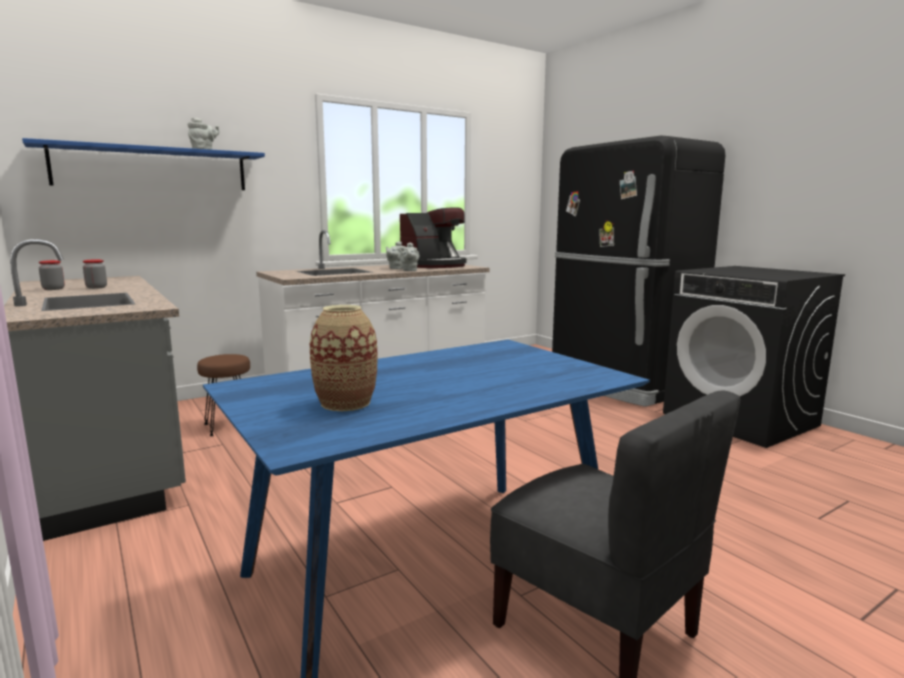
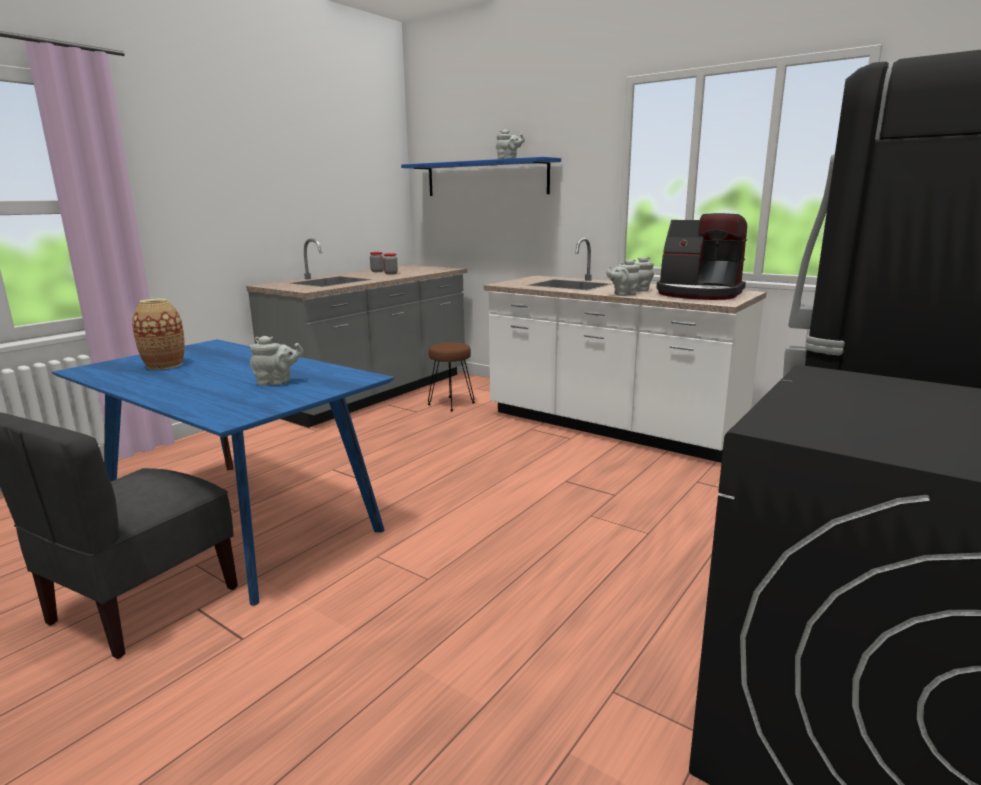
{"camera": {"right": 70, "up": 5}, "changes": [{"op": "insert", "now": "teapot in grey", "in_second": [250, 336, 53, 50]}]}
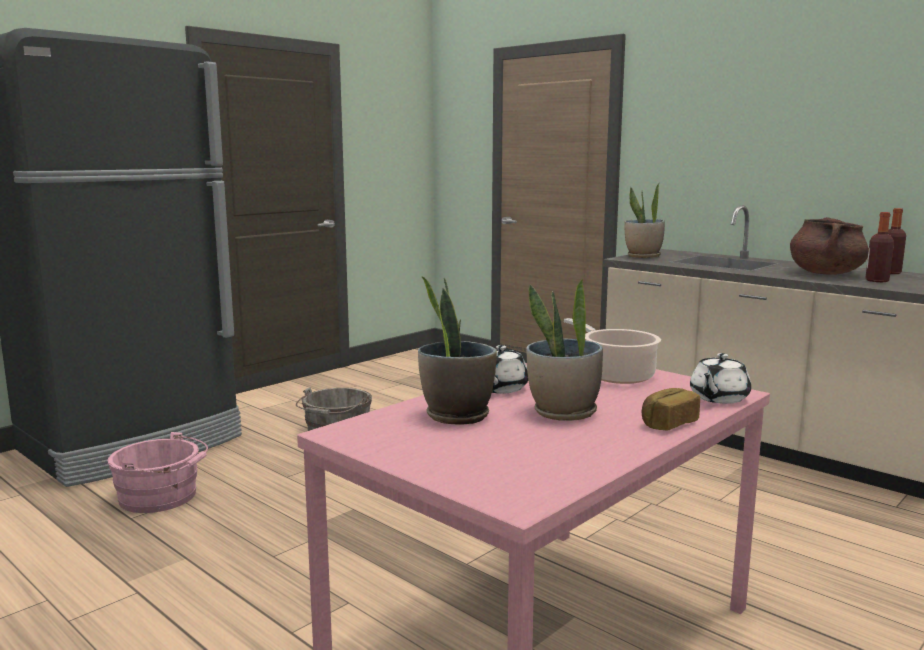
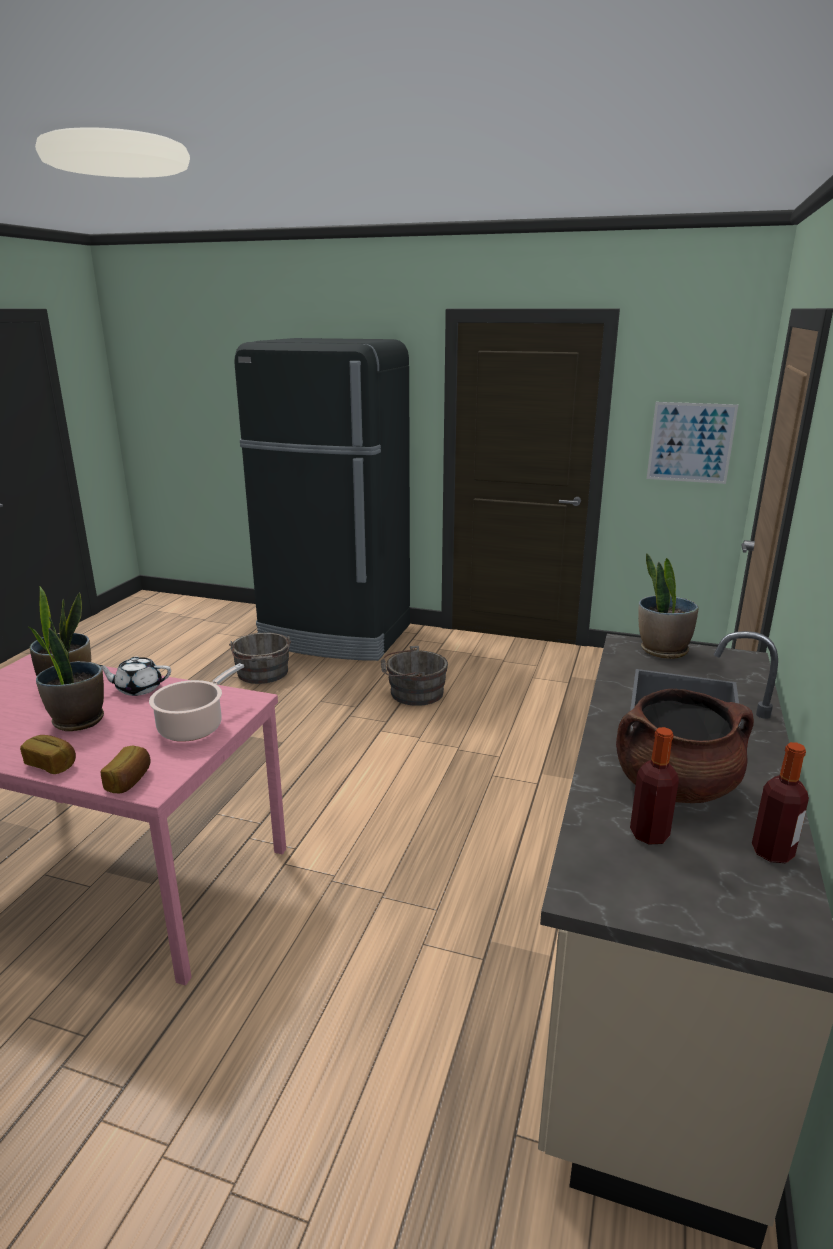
{"camera": {"right": 65, "up": 10}, "changes": [{"op": "recolor", "was": "bucket in pink", "now": "bucket in grey", "in_first": [108, 432, 100, 81], "in_second": [229, 633, 62, 51]}, {"op": "replace", "was": "teapot in white", "now": "bread", "in_first": [690, 353, 61, 51], "in_second": [100, 745, 50, 49]}, {"op": "insert", "now": "picture", "in_second": [647, 402, 91, 82]}]}
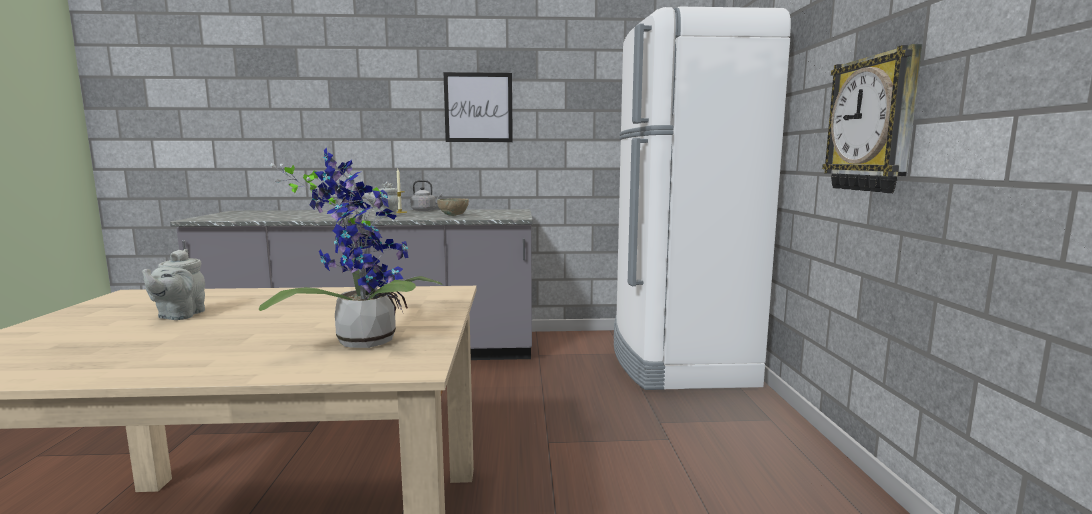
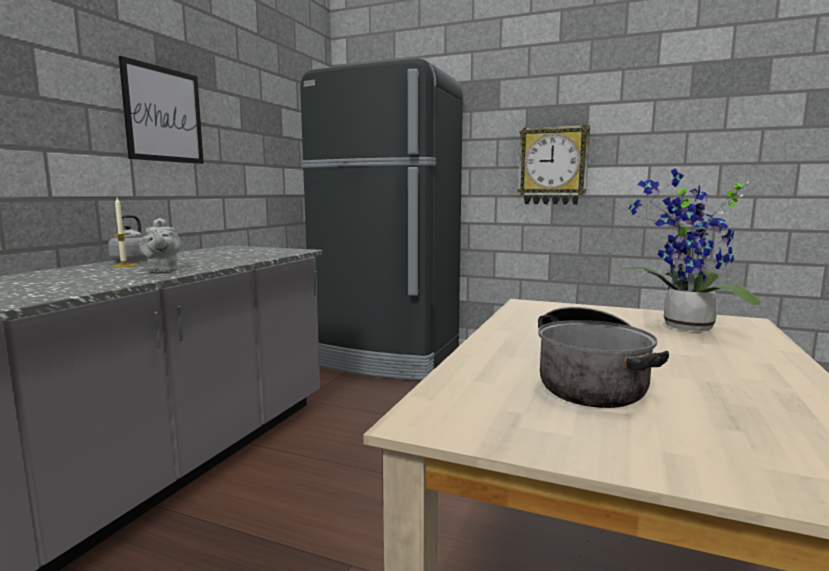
{"camera": {"right": -65, "up": 0}, "changes": [{"op": "replace", "was": "teapot in grey", "now": "cooking pot", "in_first": [142, 249, 63, 71], "in_second": [538, 307, 131, 101]}, {"op": "delete", "was": "bowl in beige", "in_first": [437, 198, 32, 18]}, {"op": "recolor", "was": "fridge in white", "now": "fridge in black", "in_first": [614, 7, 177, 383], "in_second": [300, 58, 163, 322]}]}
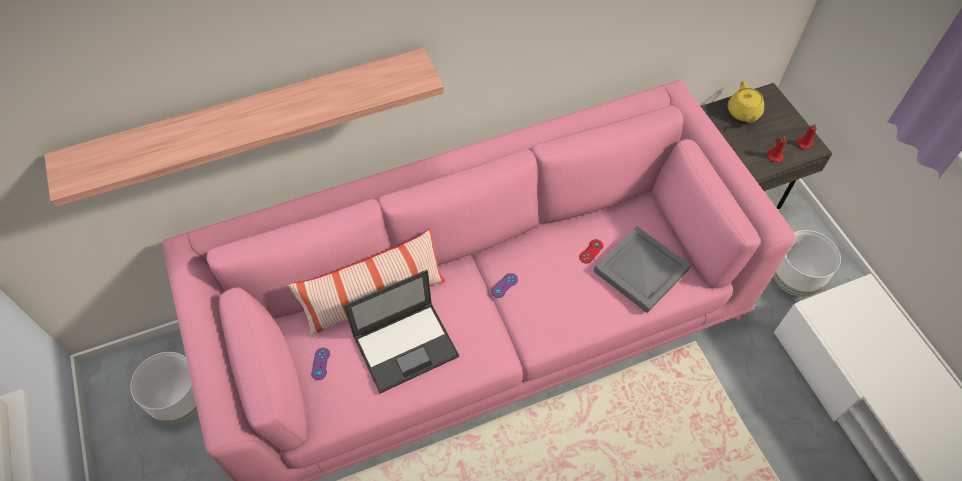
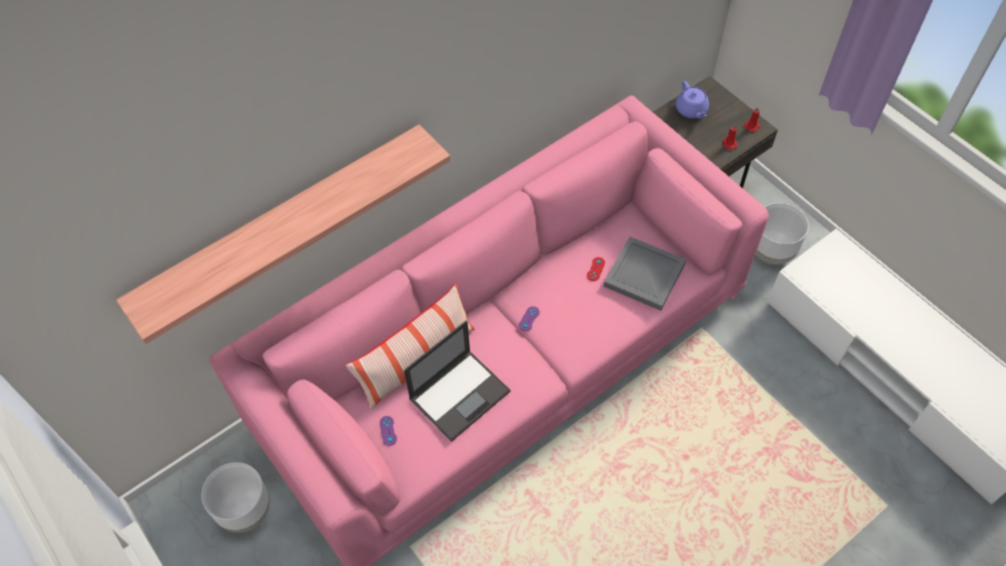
{"camera": {"right": -15, "up": 0}, "changes": [{"op": "recolor", "was": "teapot in yellow", "now": "teapot in purple", "in_first": [728, 81, 36, 42], "in_second": [676, 81, 33, 38]}]}
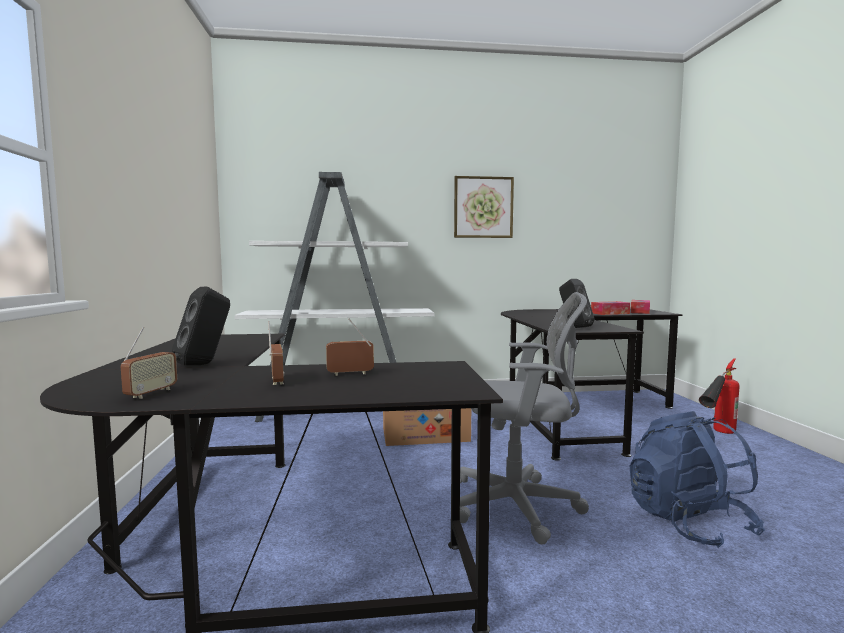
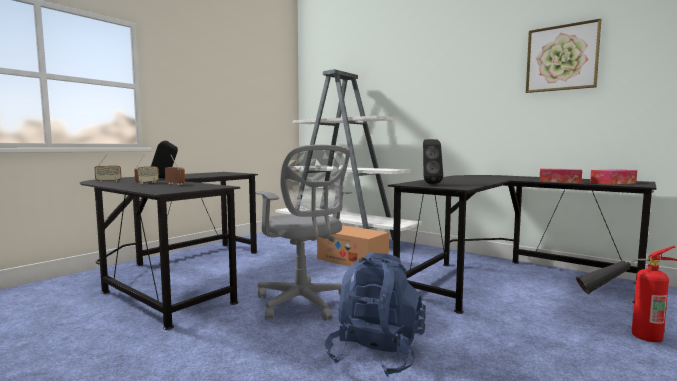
{"camera": {"right": 45, "up": 0}, "changes": [{"op": "move", "was": "picture", "in_first": [454, 176, 60, 62], "in_second": [526, 18, 76, 75]}]}
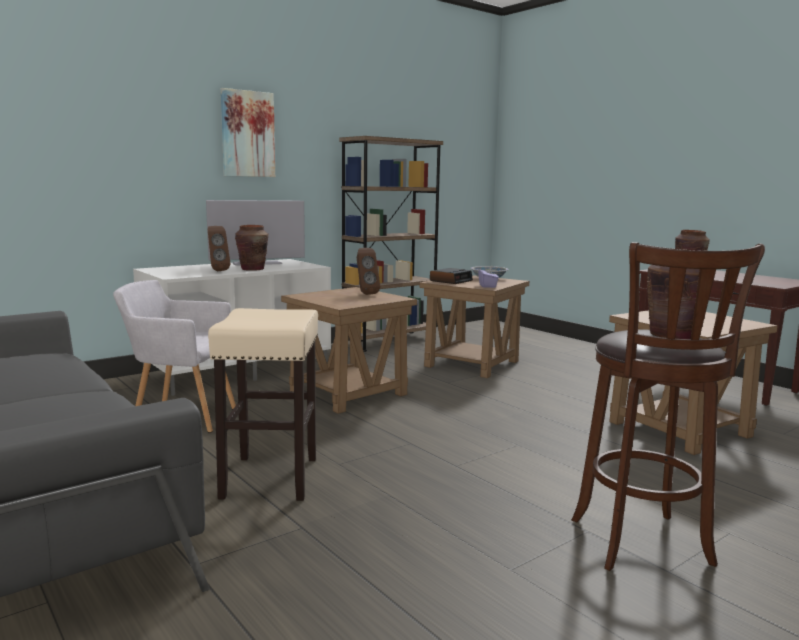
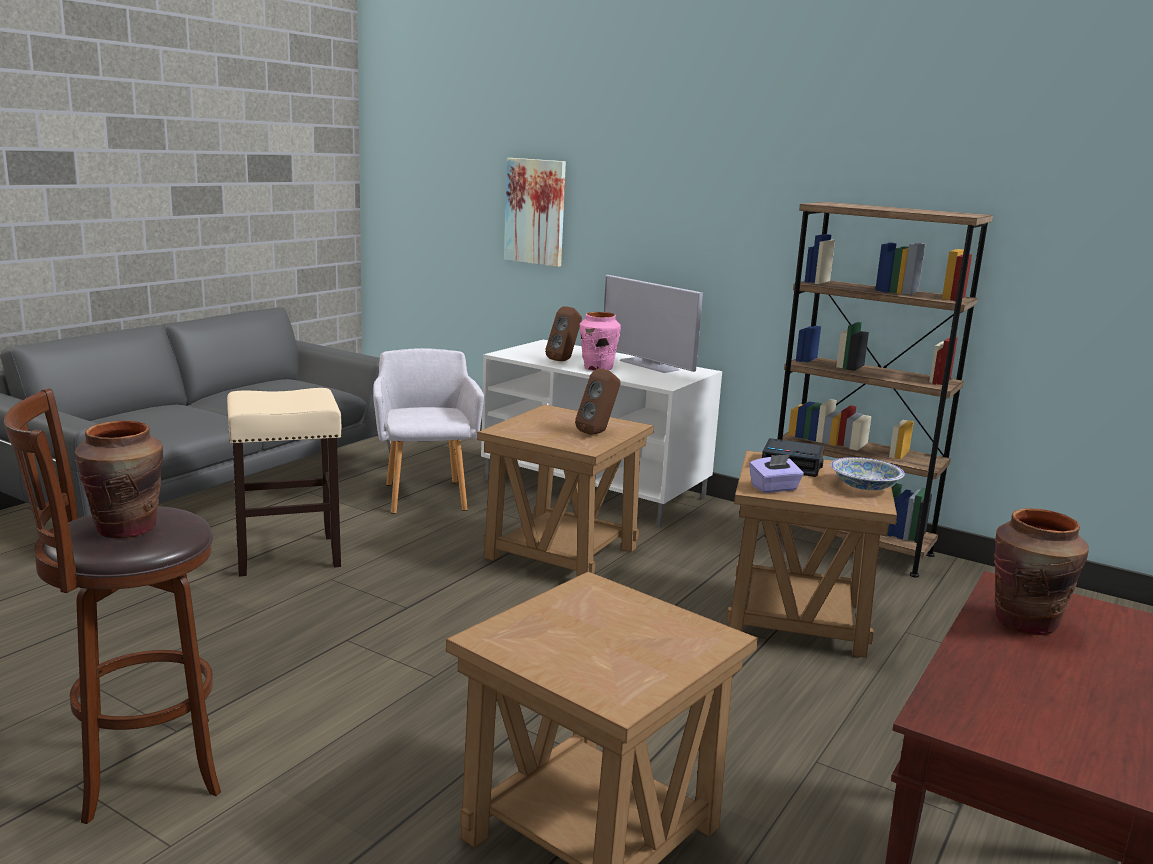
{"camera": {"right": 70, "up": 5}, "changes": [{"op": "move", "was": "picture", "in_first": [221, 88, 54, 89], "in_second": [504, 158, 62, 109]}, {"op": "recolor", "was": "vase in brown", "now": "vase in pink", "in_first": [235, 225, 33, 46], "in_second": [580, 312, 41, 59]}]}
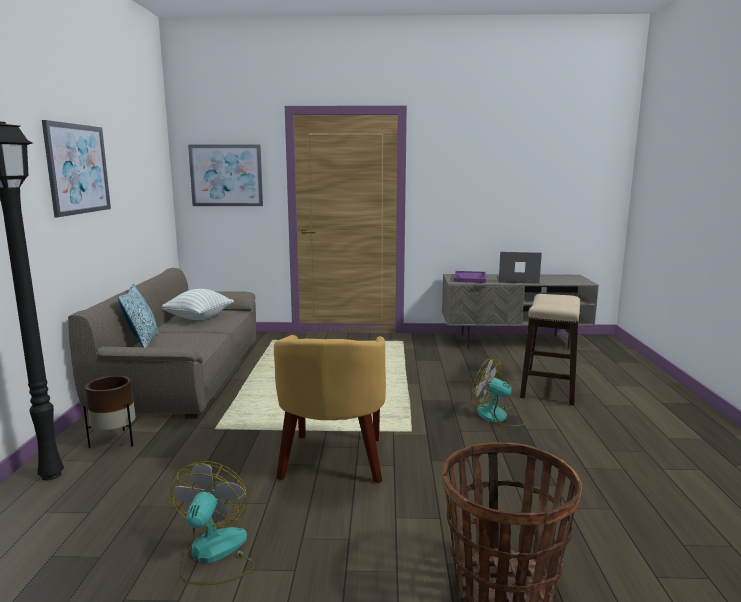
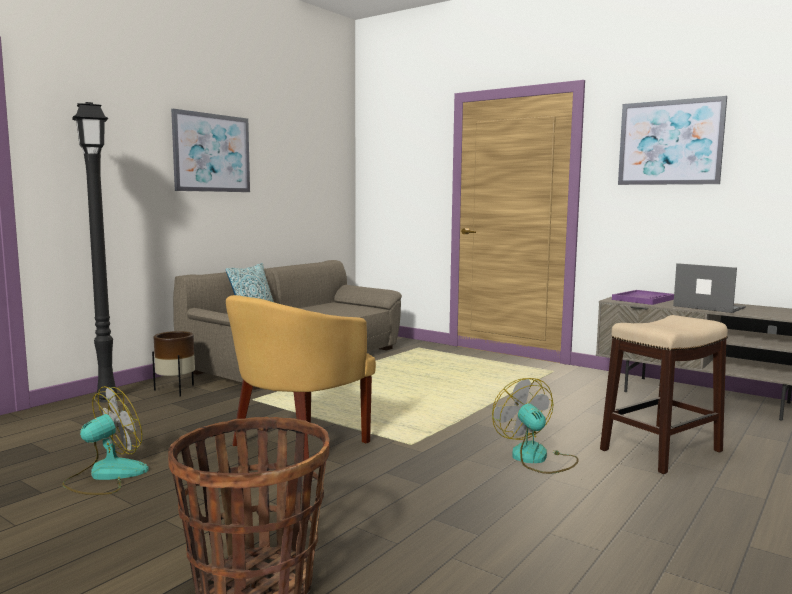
{"camera": {"right": 35, "up": -5}, "changes": [{"op": "delete", "was": "pillow", "in_first": [162, 289, 72, 31]}, {"op": "move", "was": "picture", "in_first": [188, 144, 75, 62], "in_second": [618, 96, 109, 89]}]}
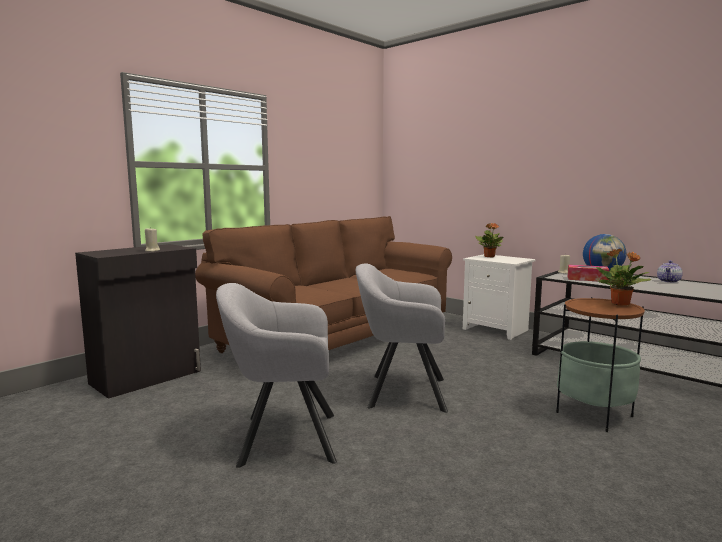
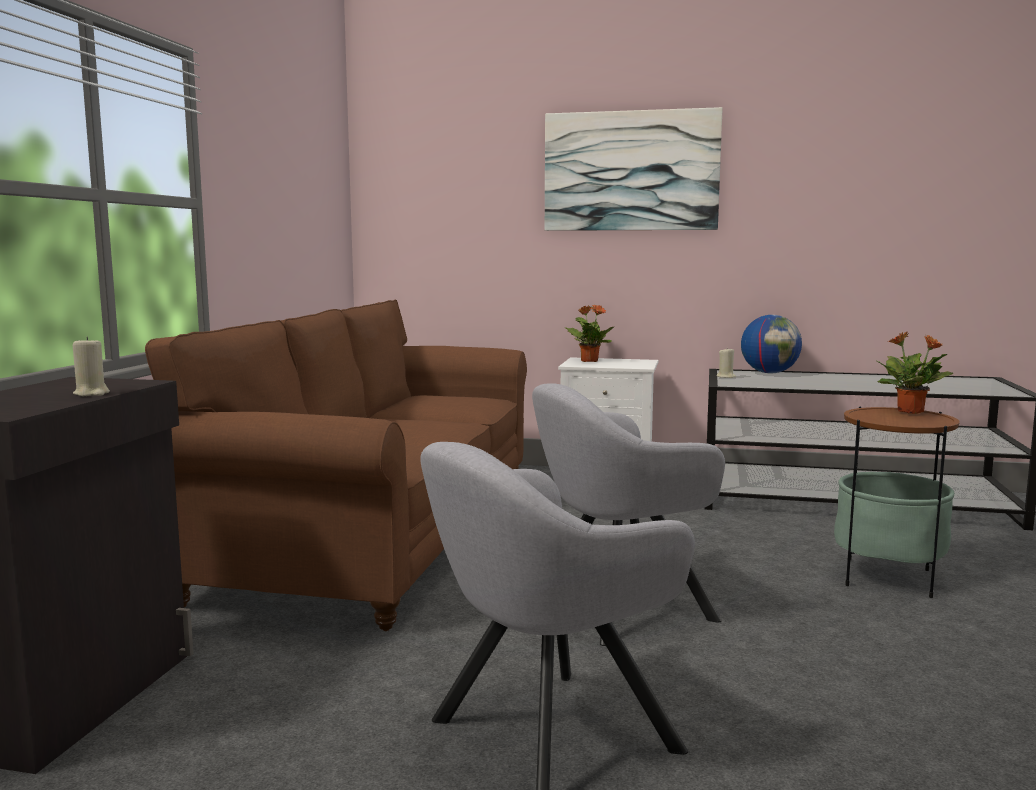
{"camera": {"right": -30, "up": 0}, "changes": [{"op": "delete", "was": "tissue box", "in_first": [568, 265, 42, 16]}, {"op": "delete", "was": "teapot", "in_first": [657, 260, 26, 23]}, {"op": "insert", "now": "picture", "in_second": [545, 107, 177, 124]}]}
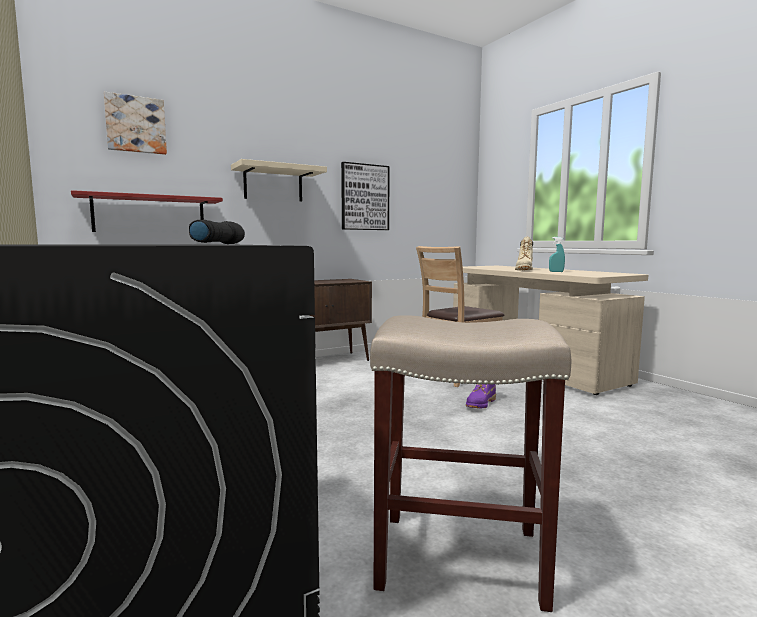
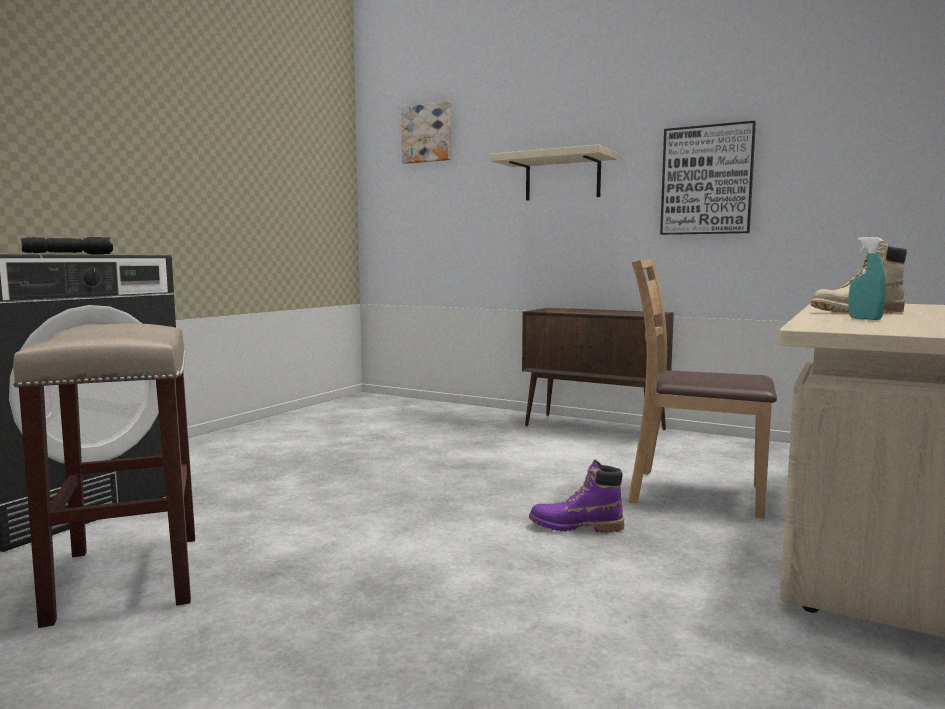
{"camera": {"right": 60, "up": 0}, "changes": [{"op": "delete", "was": "shelf in red", "in_first": [71, 190, 152, 42]}]}
